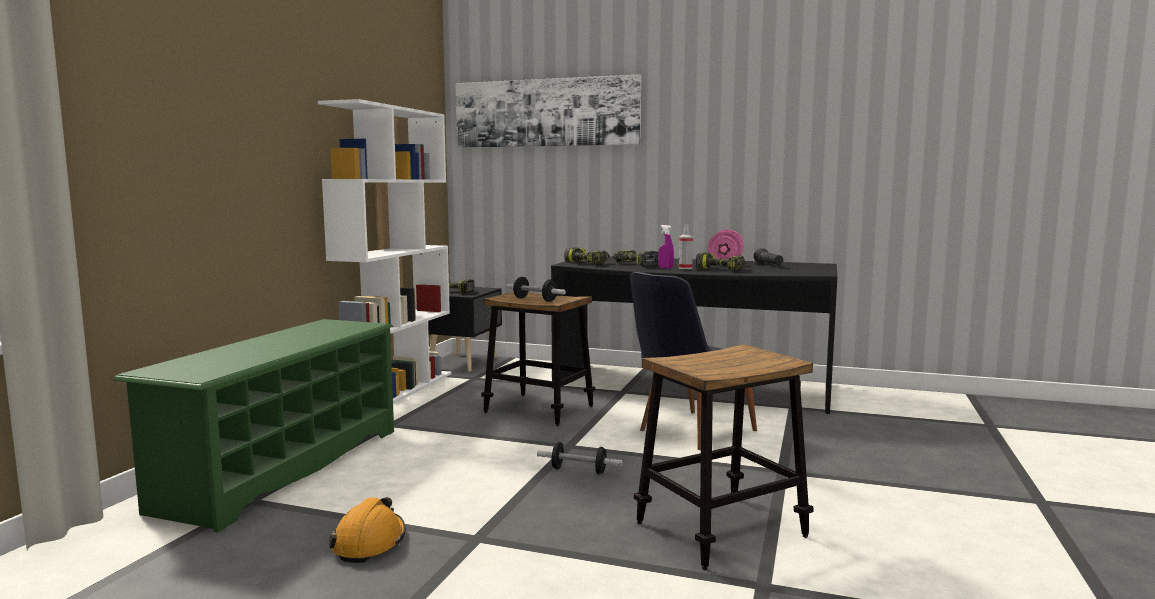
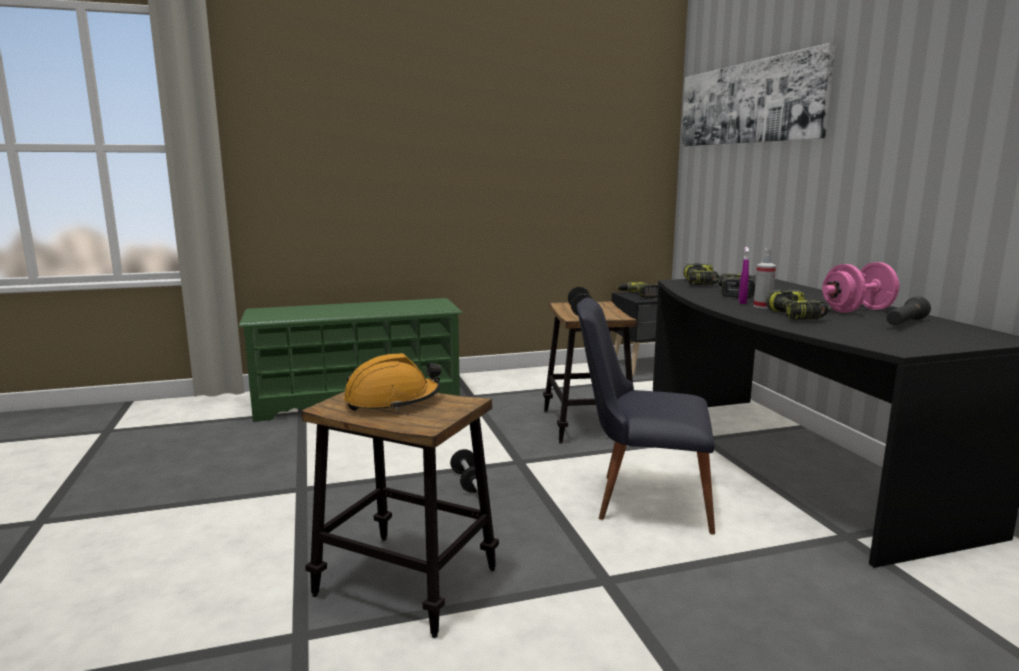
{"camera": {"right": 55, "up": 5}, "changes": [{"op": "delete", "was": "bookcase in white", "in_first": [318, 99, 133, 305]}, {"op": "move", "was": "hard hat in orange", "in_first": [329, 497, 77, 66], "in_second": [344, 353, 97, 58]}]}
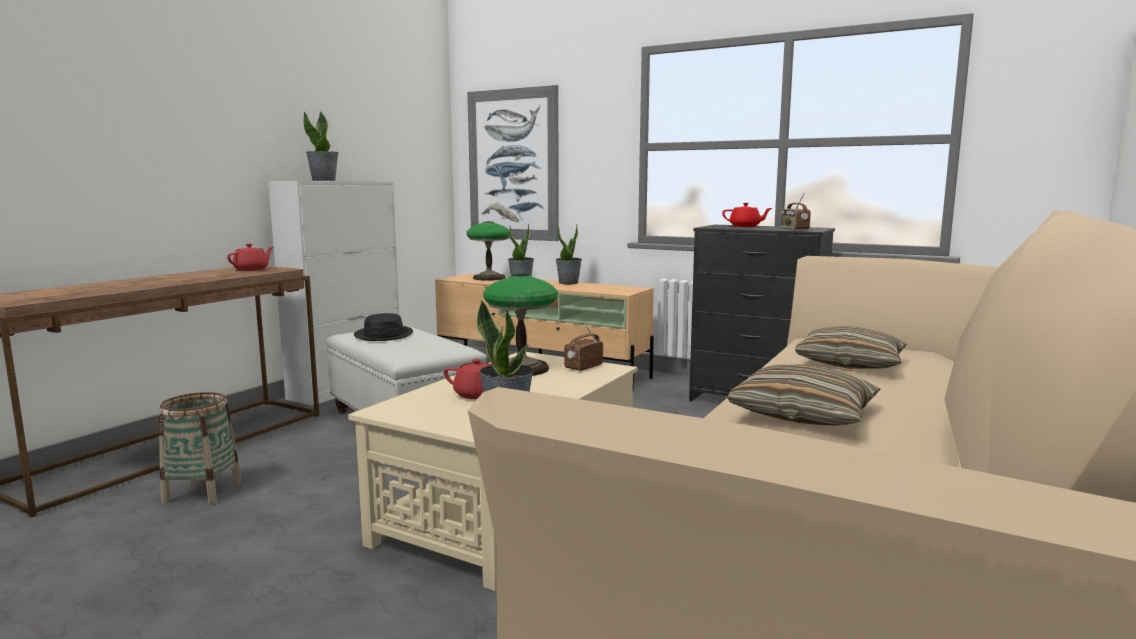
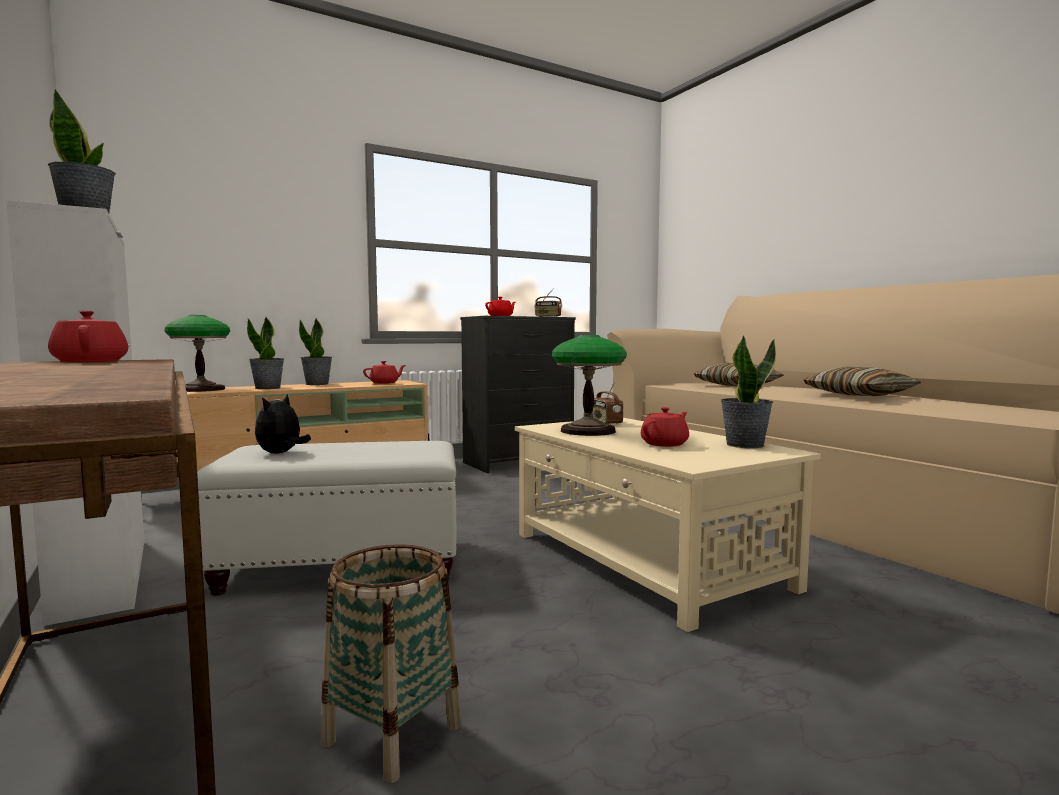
{"camera": {"right": -60, "up": -5}, "changes": [{"op": "replace", "was": "hat in black", "now": "plush toy", "in_first": [354, 313, 59, 28], "in_second": [255, 394, 56, 59]}, {"op": "delete", "was": "picture", "in_first": [467, 85, 92, 156]}, {"op": "insert", "now": "teapot in red", "in_second": [363, 361, 43, 23]}]}
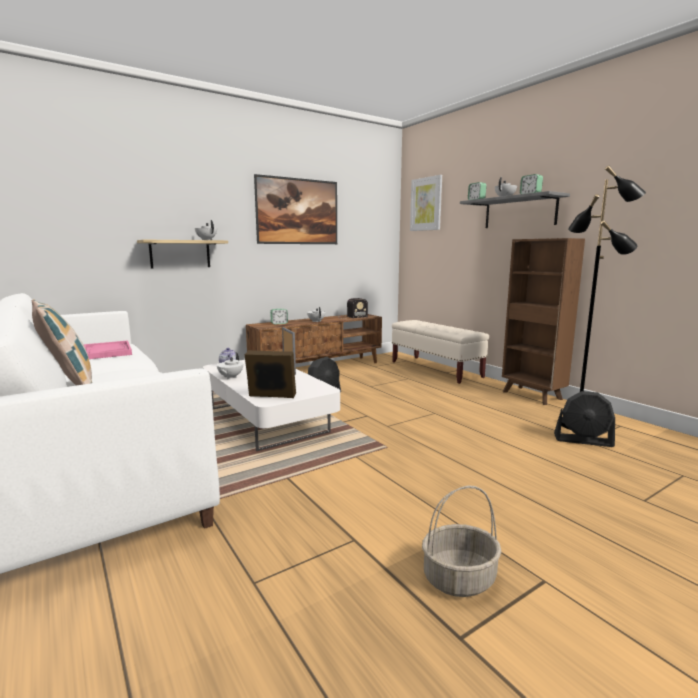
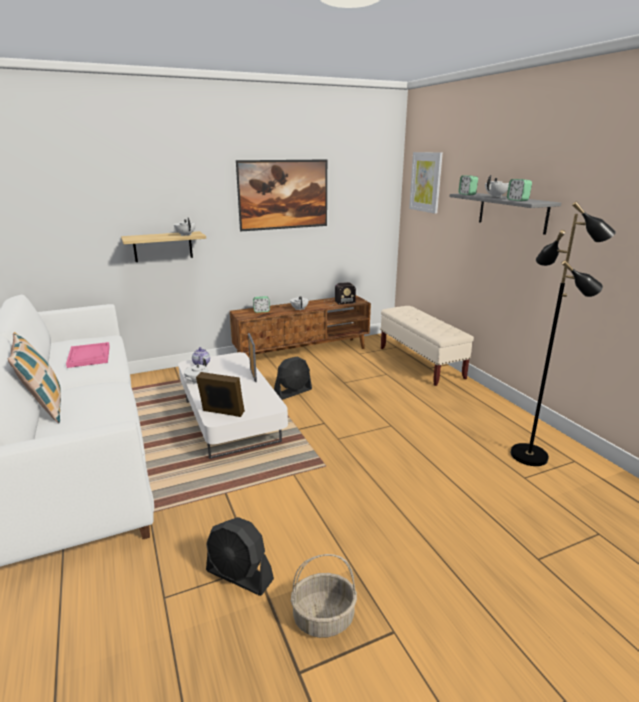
{"camera": {"right": 10, "up": 10}, "changes": [{"op": "delete", "was": "bookcase in brown", "in_first": [502, 238, 83, 167]}, {"op": "move", "was": "fan in black", "in_first": [554, 391, 61, 56], "in_second": [206, 517, 68, 79]}]}
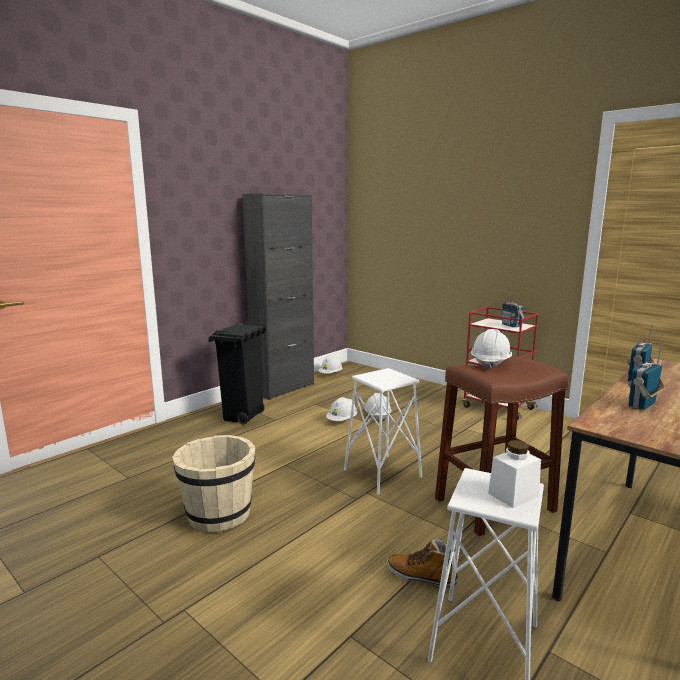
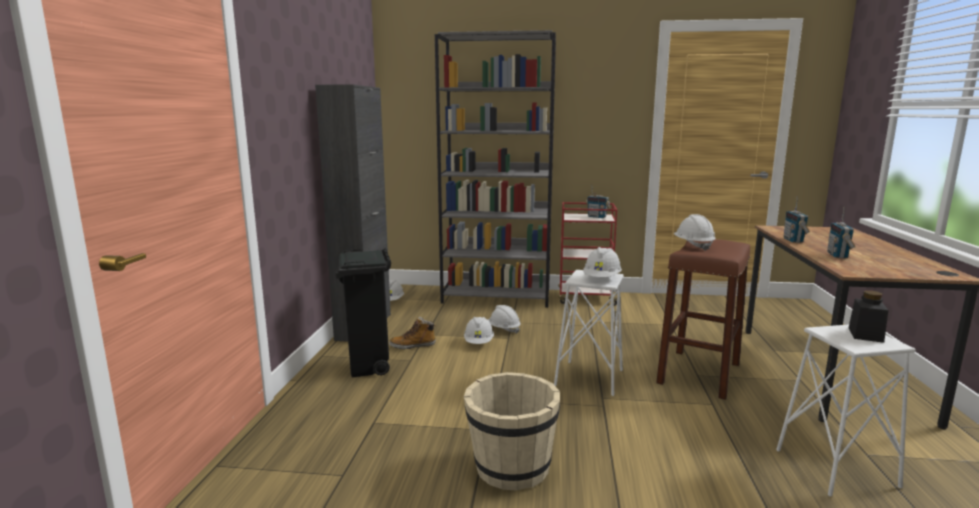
{"camera": {"right": -35, "up": 0}, "changes": [{"op": "move", "was": "boot", "in_first": [387, 538, 73, 50], "in_second": [389, 317, 47, 32]}, {"op": "recolor", "was": "jar in white", "now": "jar in black", "in_first": [488, 440, 53, 68], "in_second": [849, 290, 40, 53]}, {"op": "insert", "now": "bookcase in grey", "in_second": [435, 30, 121, 278]}, {"op": "insert", "now": "hard hat in white", "in_second": [583, 247, 39, 30]}]}
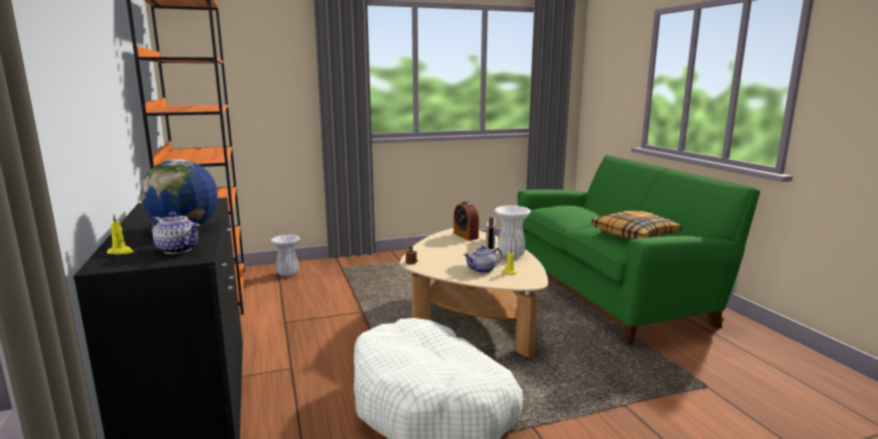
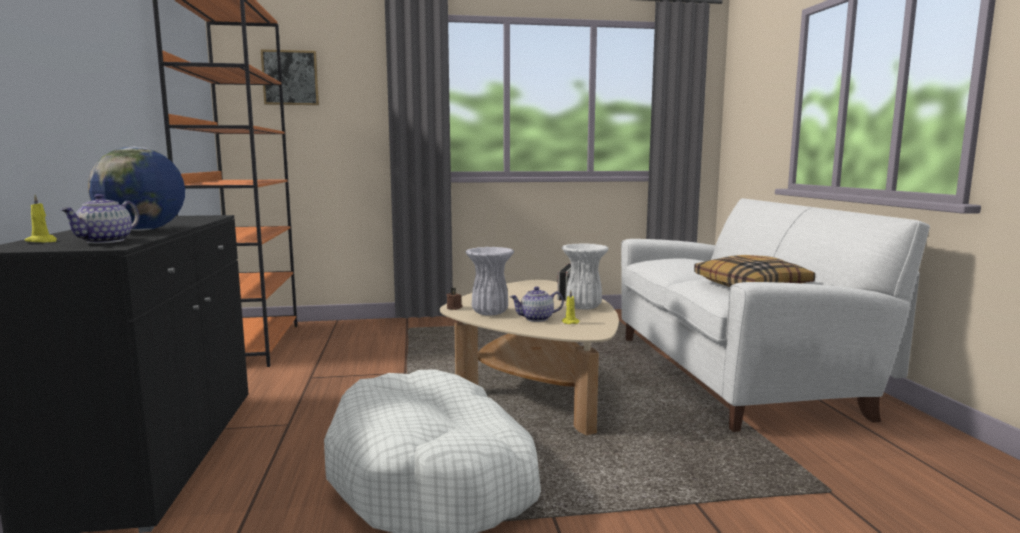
{"camera": {"right": 10, "up": -5}, "changes": [{"op": "rotate", "was": "teapot", "in_first": [150, 211, 50, 43], "in_second": [60, 194, 79, 50], "clockwise": 75}, {"op": "move", "was": "vase in white", "in_first": [270, 235, 30, 41], "in_second": [465, 247, 49, 69]}, {"op": "delete", "was": "alarm clock", "in_first": [454, 201, 25, 40]}, {"op": "recolor", "was": "sofa in green", "now": "sofa in white", "in_first": [517, 155, 243, 190], "in_second": [621, 198, 309, 234]}, {"op": "insert", "now": "picture", "in_second": [261, 50, 58, 55]}]}
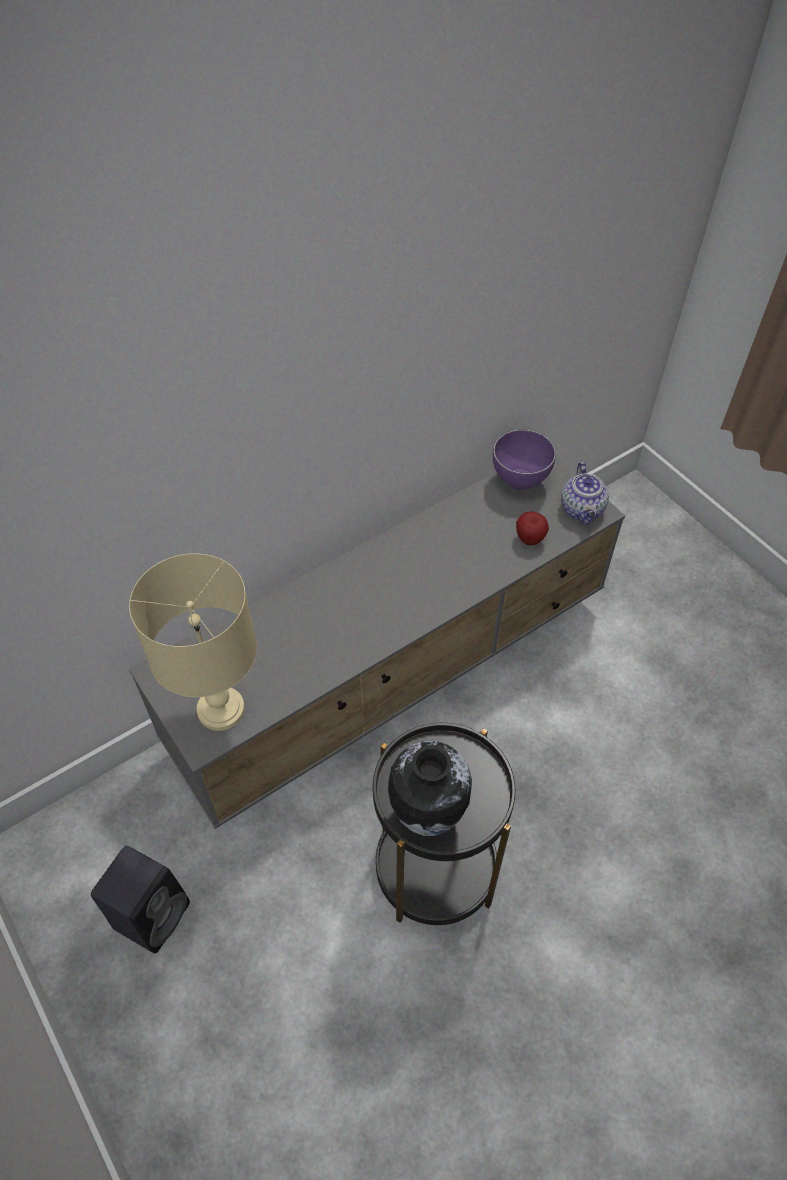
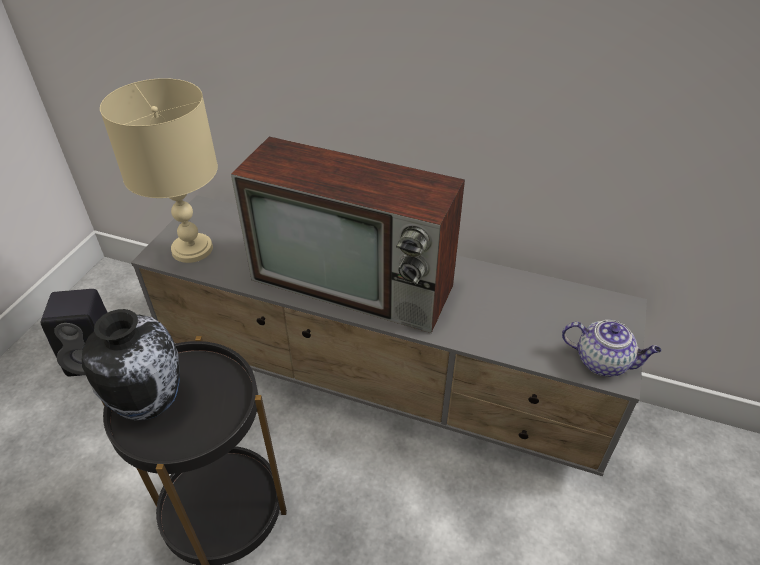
{"camera": {"right": 55, "up": -10}, "changes": [{"op": "delete", "was": "bowl in purple", "in_first": [493, 430, 63, 60]}, {"op": "delete", "was": "apple", "in_first": [516, 511, 33, 34]}, {"op": "rotate", "was": "teapot", "in_first": [561, 462, 48, 63], "in_second": [562, 320, 99, 57], "clockwise": -120}, {"op": "insert", "now": "television", "in_second": [231, 137, 234, 196]}]}
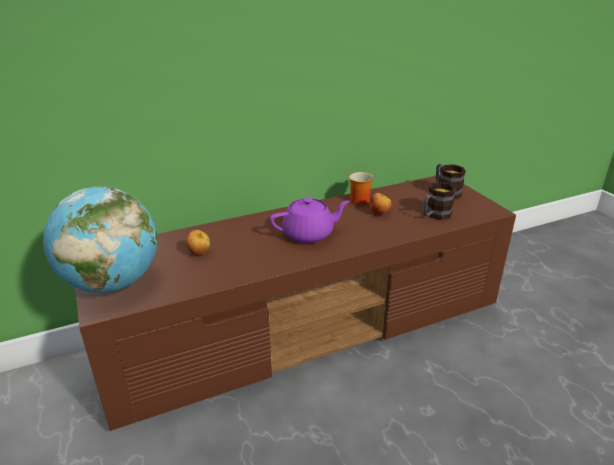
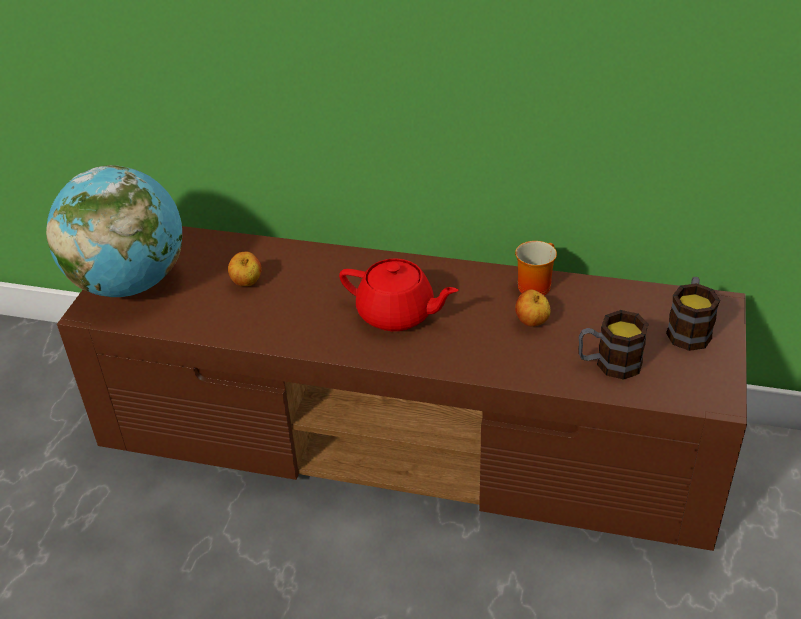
{"camera": {"right": 40, "up": 10}, "changes": [{"op": "recolor", "was": "teapot in purple", "now": "teapot in red", "in_first": [270, 197, 80, 46], "in_second": [339, 258, 119, 73]}]}
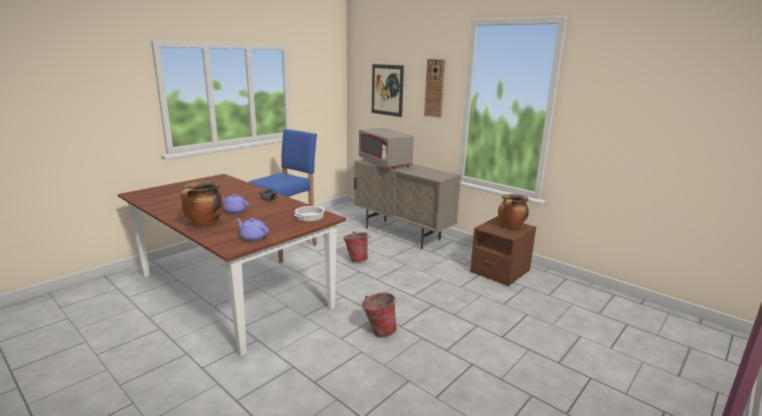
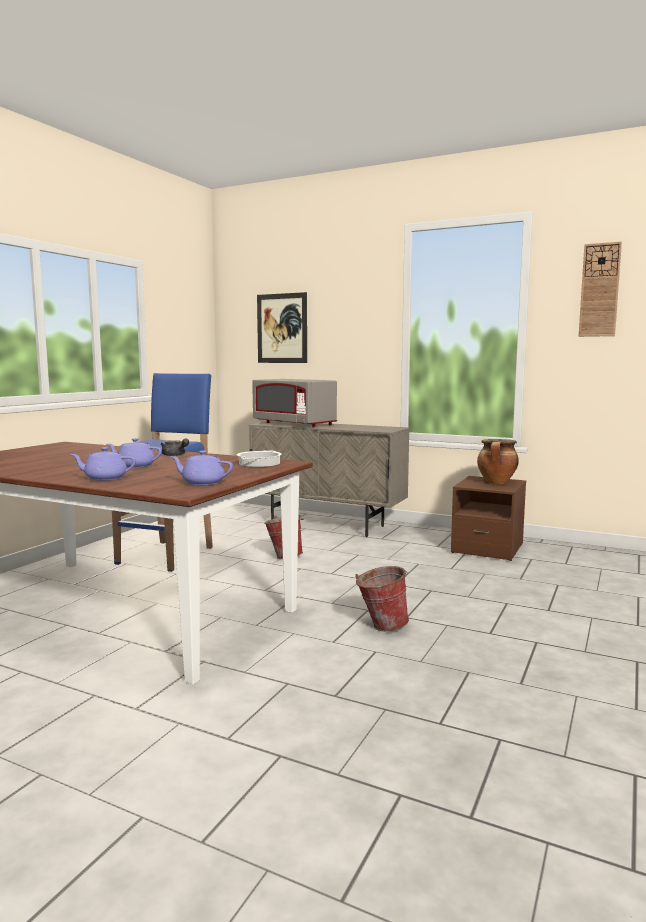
{"camera": {"right": -15, "up": -10}, "changes": [{"op": "replace", "was": "cooking pot", "now": "teapot in purple", "in_first": [181, 181, 43, 46], "in_second": [70, 447, 66, 34]}, {"op": "move", "was": "wall clock", "in_first": [424, 59, 21, 59], "in_second": [579, 242, 43, 95]}]}
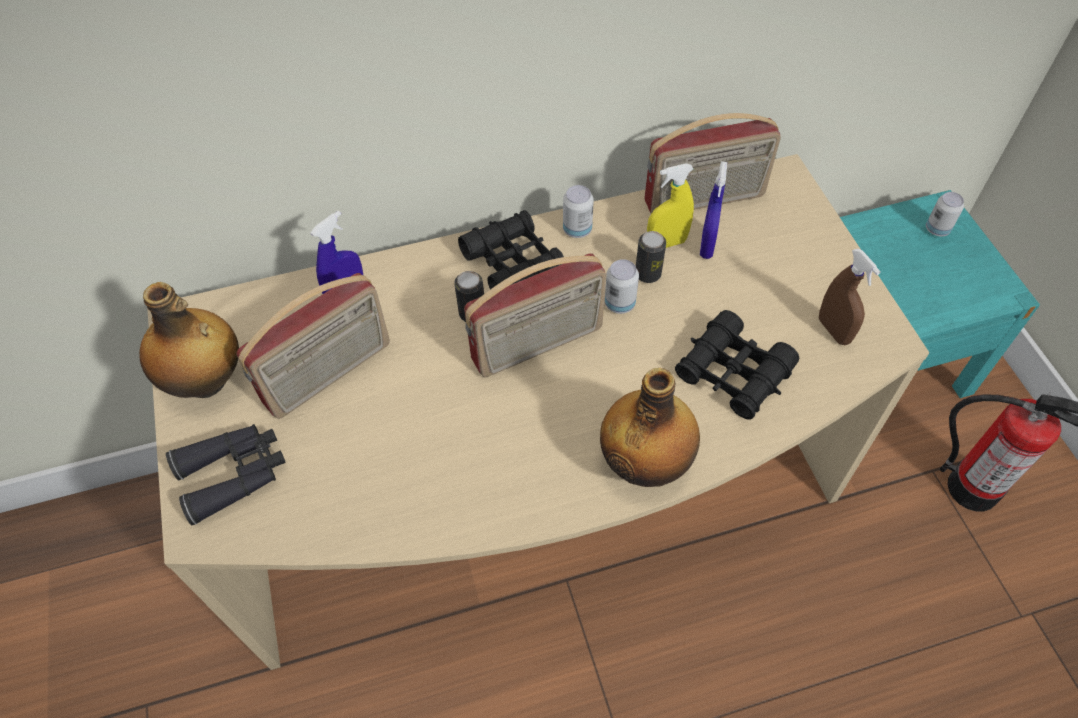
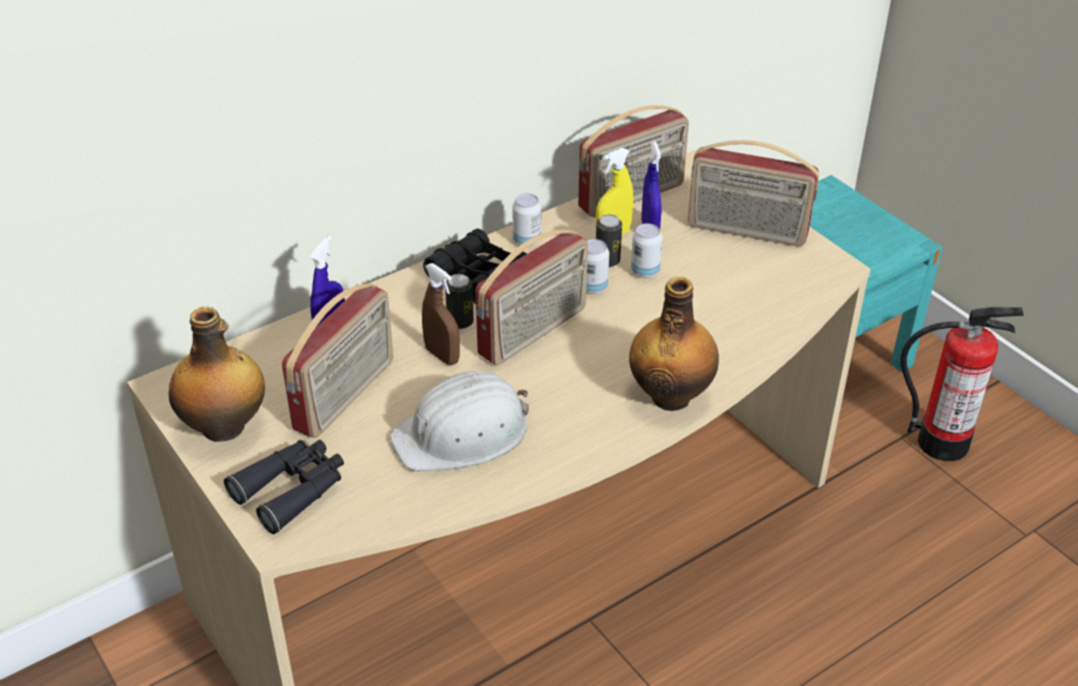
{"camera": {"right": -20, "up": -15}, "changes": [{"op": "delete", "was": "binoculars in black", "in_first": [675, 310, 124, 110]}, {"op": "move", "was": "spray bottle in brown", "in_first": [819, 248, 62, 97], "in_second": [422, 263, 38, 102]}, {"op": "move", "was": "can", "in_first": [926, 192, 38, 44], "in_second": [631, 223, 32, 55]}, {"op": "insert", "now": "hard hat in white", "in_second": [390, 371, 139, 101]}, {"op": "insert", "now": "radio", "in_second": [688, 140, 131, 107]}]}
